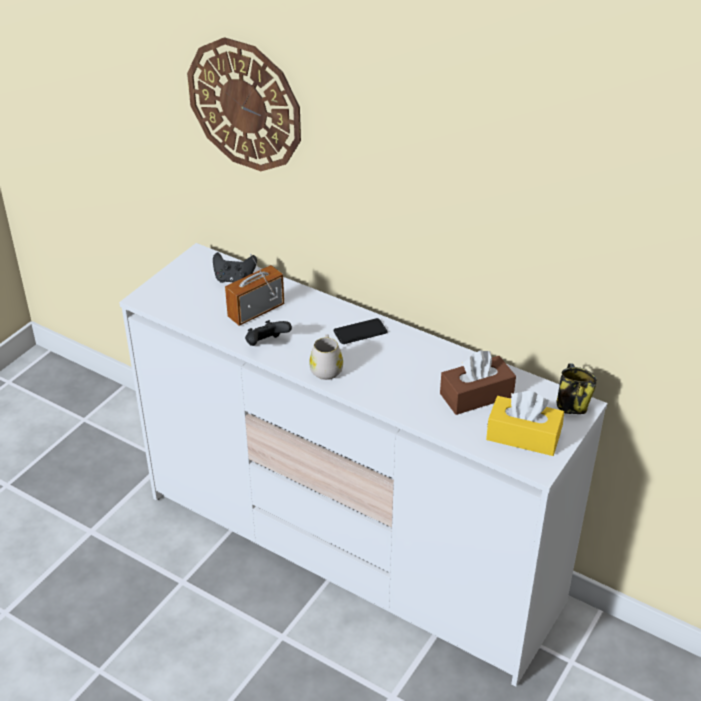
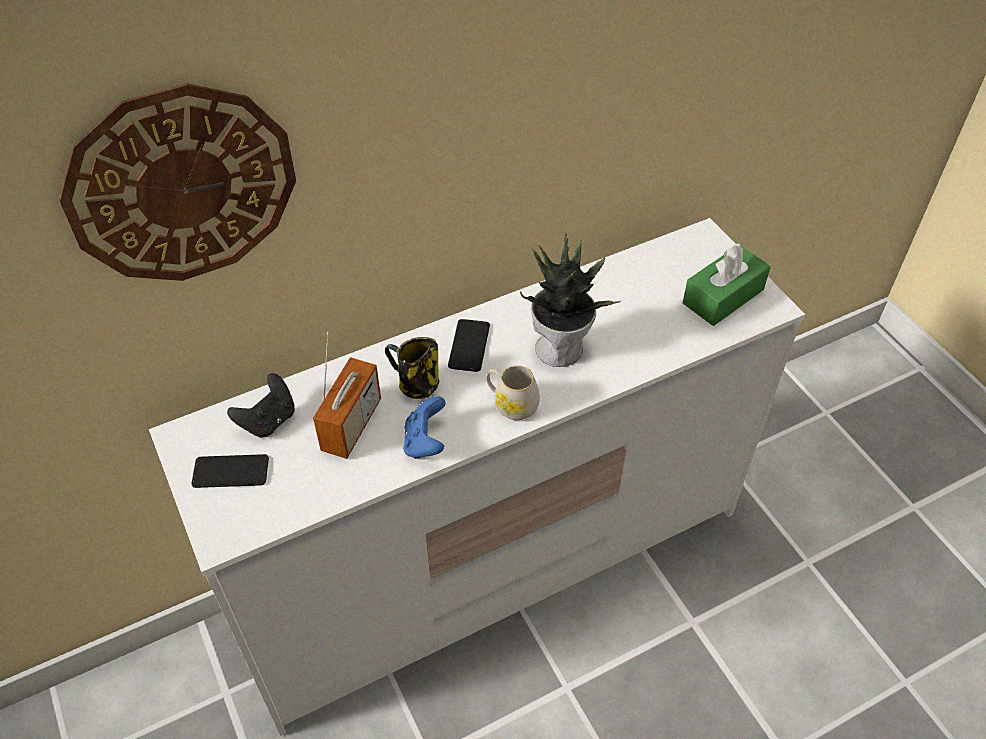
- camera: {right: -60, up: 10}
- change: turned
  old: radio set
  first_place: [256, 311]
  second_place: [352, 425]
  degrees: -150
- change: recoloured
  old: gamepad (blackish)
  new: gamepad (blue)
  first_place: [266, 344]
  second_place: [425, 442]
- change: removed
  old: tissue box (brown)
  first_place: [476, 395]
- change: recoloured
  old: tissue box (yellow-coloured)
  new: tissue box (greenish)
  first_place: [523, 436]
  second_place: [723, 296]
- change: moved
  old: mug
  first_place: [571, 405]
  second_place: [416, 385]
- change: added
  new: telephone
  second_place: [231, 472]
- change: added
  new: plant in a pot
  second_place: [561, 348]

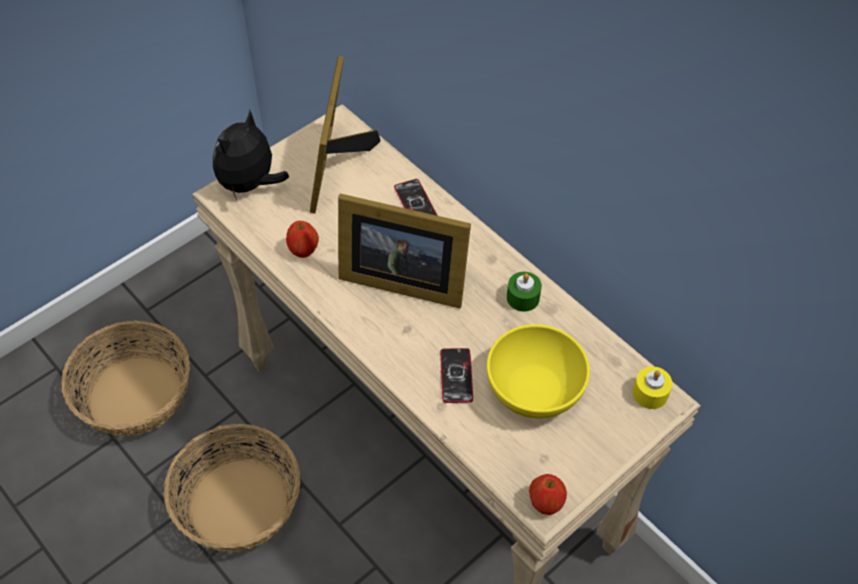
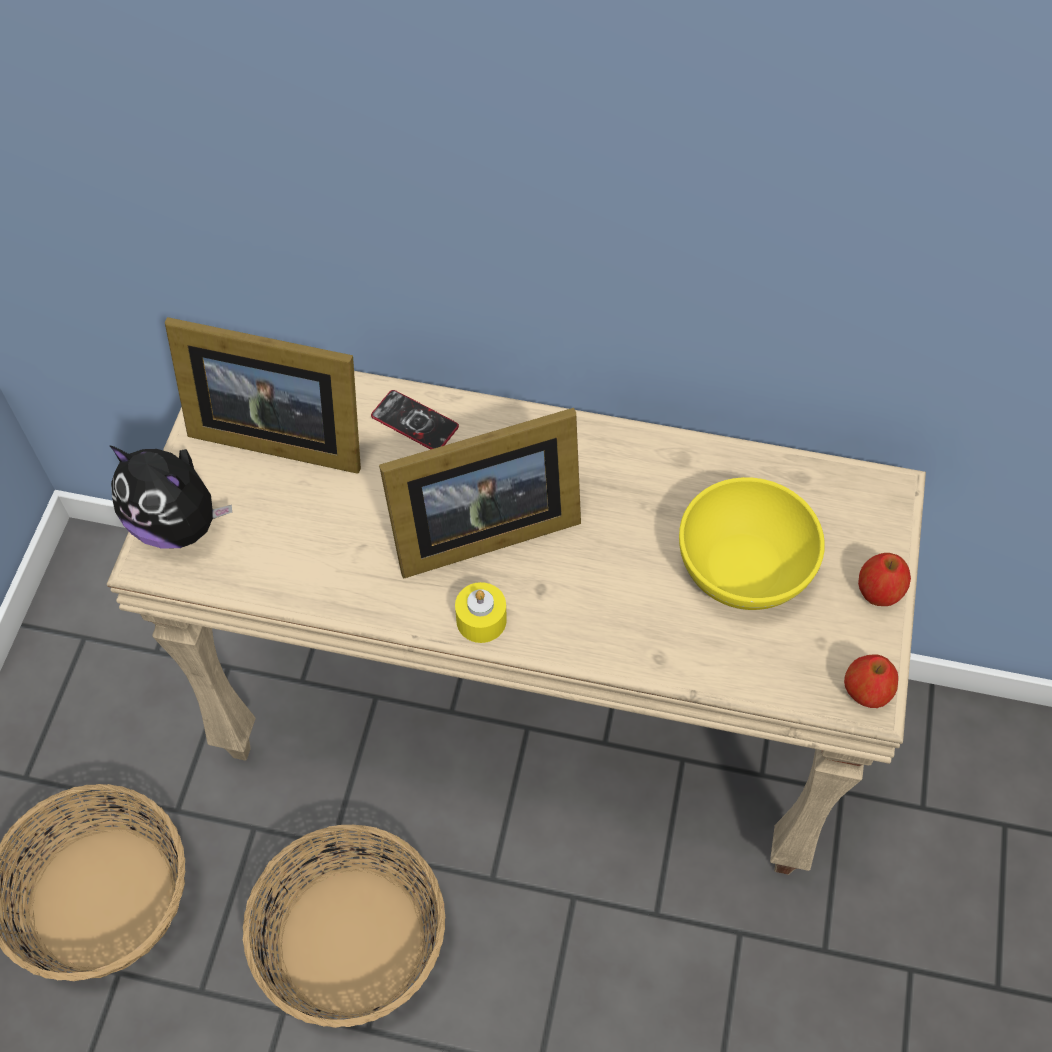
- camera: {right: -35, up: 5}
- change: turned
  old: soft toy
  first_place: [250, 184]
  second_place: [178, 524]
  degrees: -60
- change: moved
  old: apple fruit
  first_place: [303, 250]
  second_place: [878, 592]
- change: turned
  old: picture frame
  first_place: [337, 167]
  second_place: [275, 432]
  degrees: -45
- change: removed
  old: telephone
  first_place: [456, 376]
- change: removed
  old: candle (greenish)
  first_place: [523, 297]
- change: moved
  old: candle (yellow-coloured)
  first_place: [650, 393]
  second_place: [481, 620]

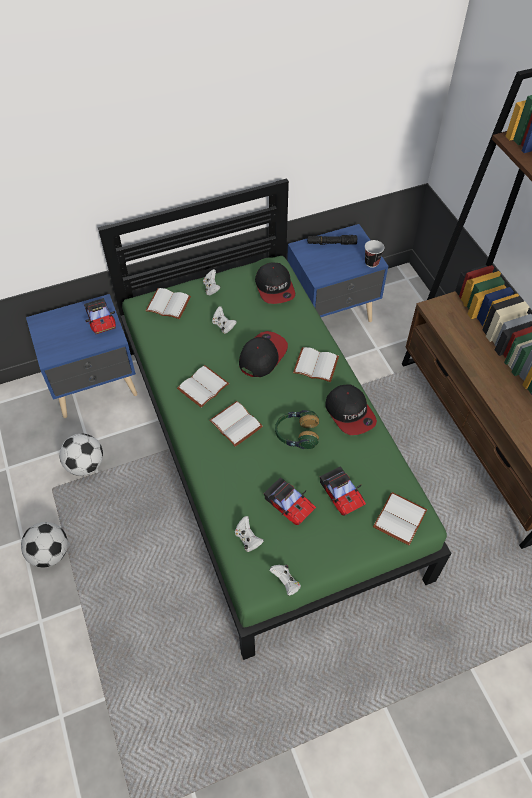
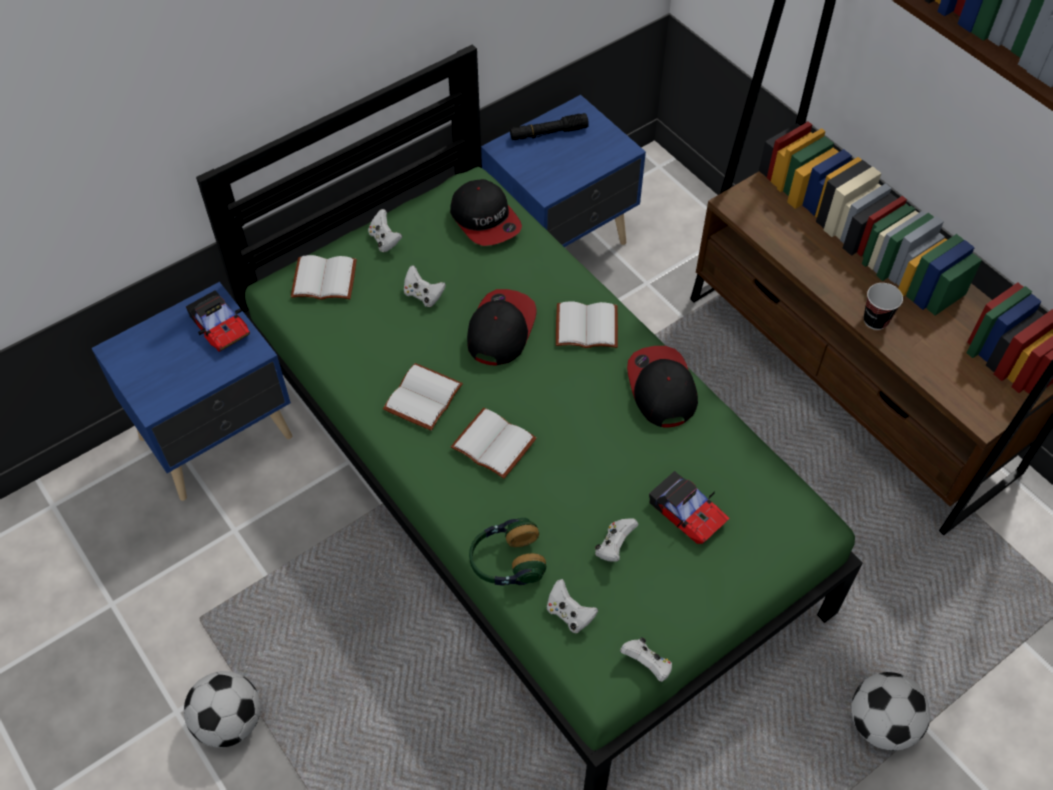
- camera: {right: -15, up: 0}
- change: moved
  old: football ball
  first_place: [85, 465]
  second_place: [881, 724]
- change: replaced
  old: model car
  new: gamepad (whitish)
  first_place: [289, 504]
  second_place: [614, 546]
- change: moved
  old: headset
  first_place: [296, 434]
  second_place: [506, 562]
- change: turned
  old: peaked cap
  first_place: [350, 413]
  second_place: [661, 388]
  degrees: -150
- change: moved
  old: cup
  first_place: [371, 262]
  second_place: [875, 320]
- change: removed
  old: bound book (whitish)
  first_place: [398, 517]

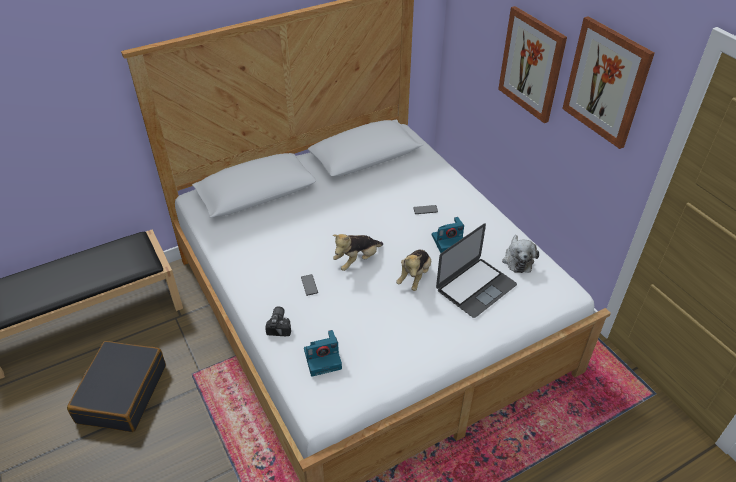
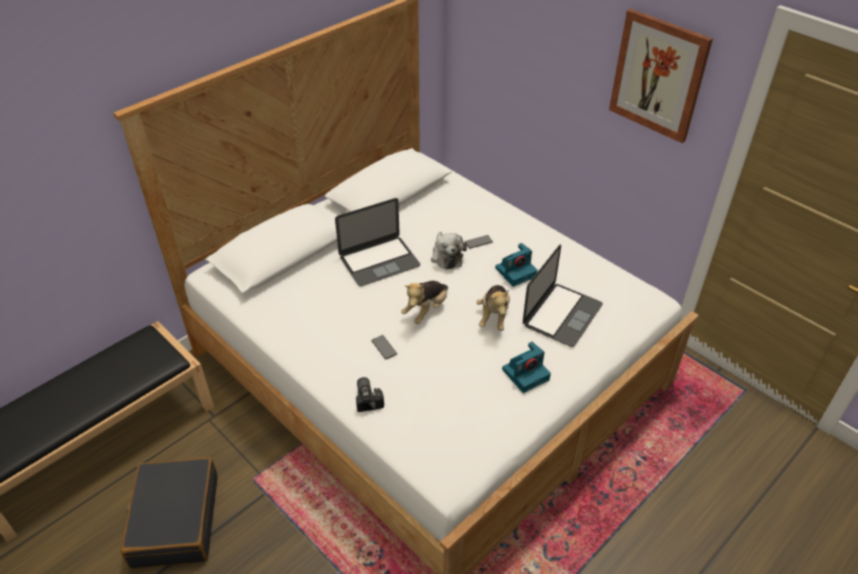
- camera: {right: -15, up: 0}
- change: moved
  old: still camera
  first_place: [323, 358]
  second_place: [526, 373]
- change: removed
  old: wall picture
  first_place: [532, 64]
- change: moved
  old: soft toy
  first_place: [518, 259]
  second_place: [446, 256]
- change: added
  new: notebook computer
  second_place: [379, 261]

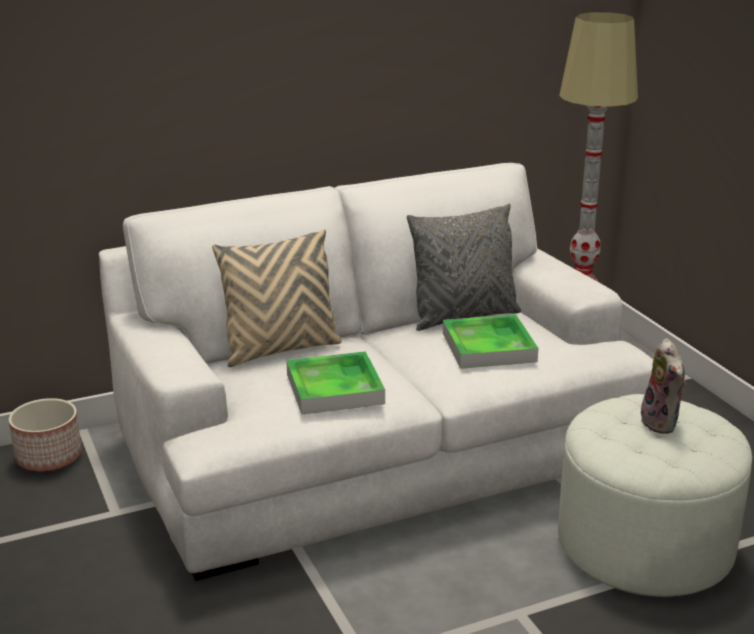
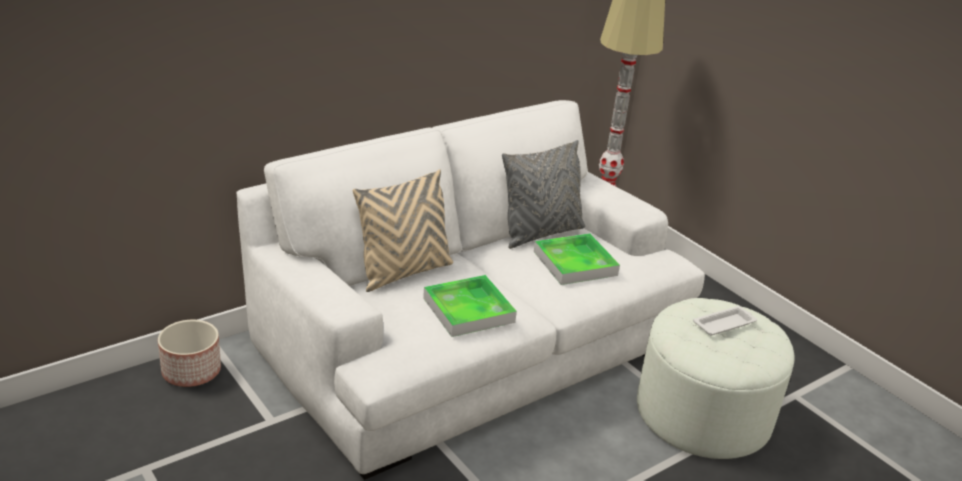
- camera: {right: -15, up: 5}
- change: replaced
  old: soft toy
  new: tray (whitish)
  first_place: [662, 423]
  second_place: [725, 324]

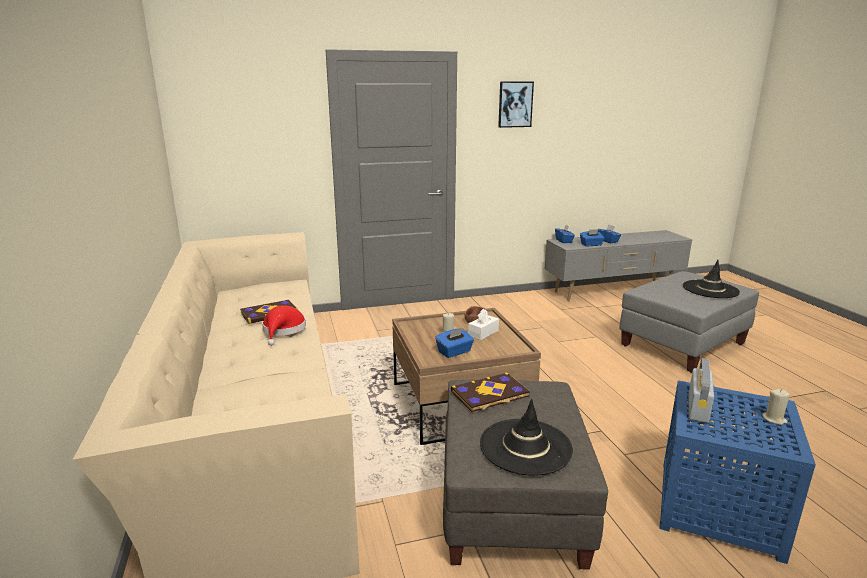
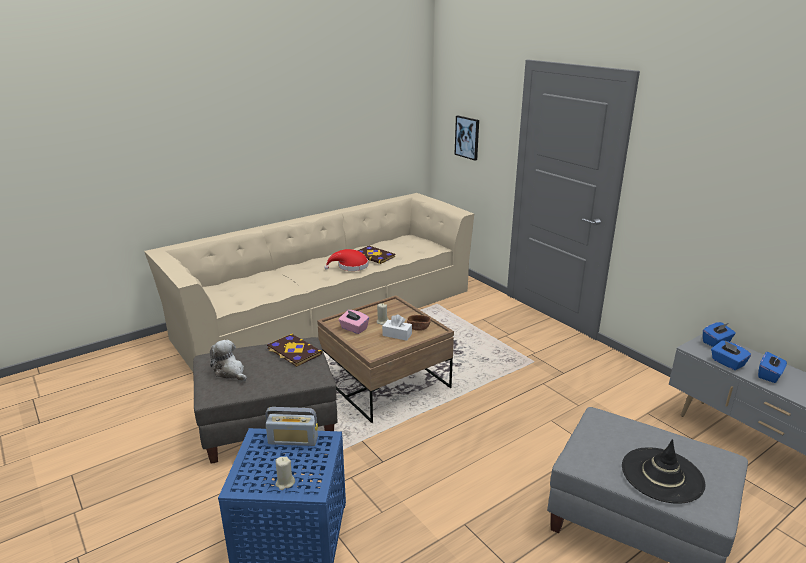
- camera: {right: 70, up: 5}
- change: recoloured
  old: tissue box (blue)
  new: tissue box (pink)
  first_place: [454, 352]
  second_place: [354, 329]
- change: replaced
  old: wearable hat (blackish)
  new: soft toy
  first_place: [525, 446]
  second_place: [230, 372]
- change: moved
  old: wall picture
  first_place: [515, 104]
  second_place: [467, 137]

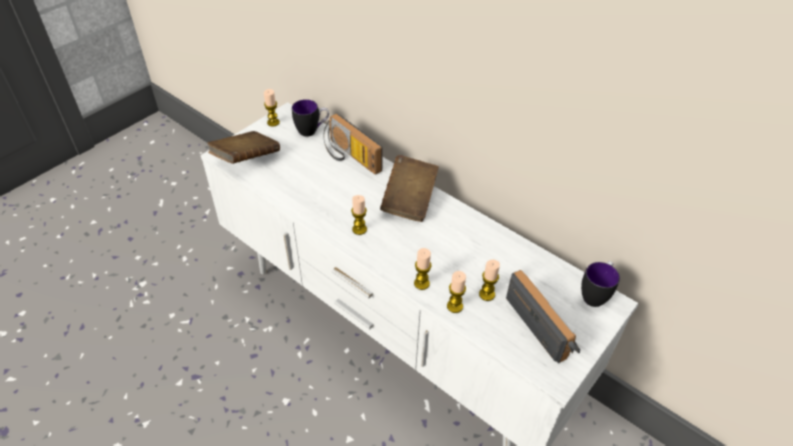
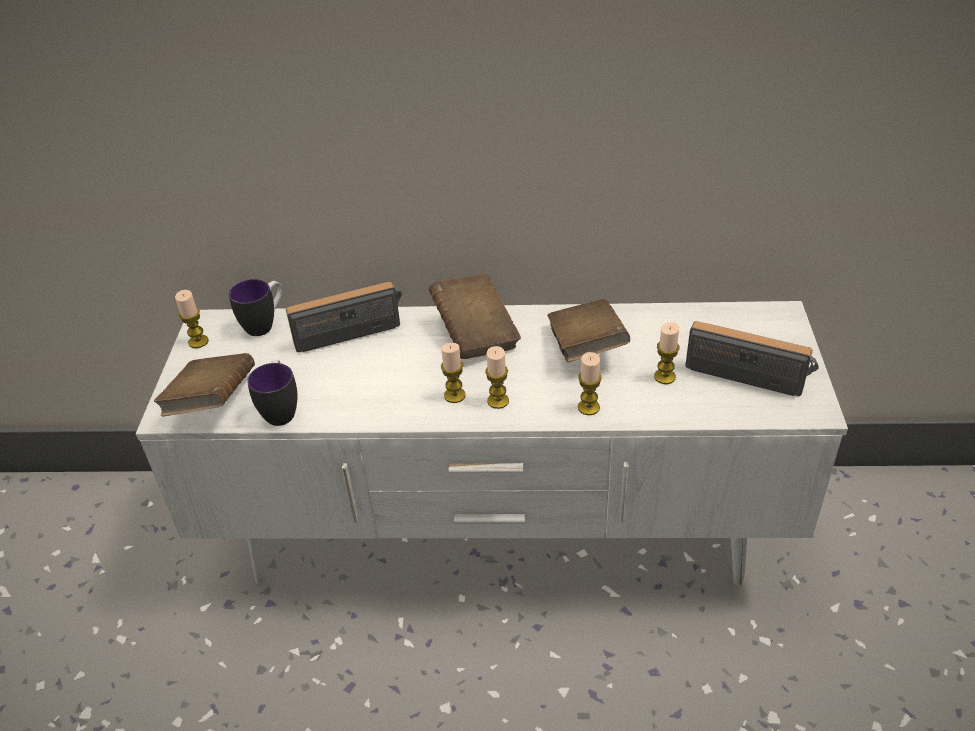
- camera: {right: -35, up: -5}
- change: turned
  old: radio set
  first_place: [349, 157]
  second_place: [349, 328]
  degrees: 150
- change: moved
  old: candle
  first_place: [454, 306]
  second_place: [498, 401]
- change: moved
  old: mug
  first_place: [595, 294]
  second_place: [281, 410]
- change: added
  new: bound book (brown)
  second_place: [586, 348]

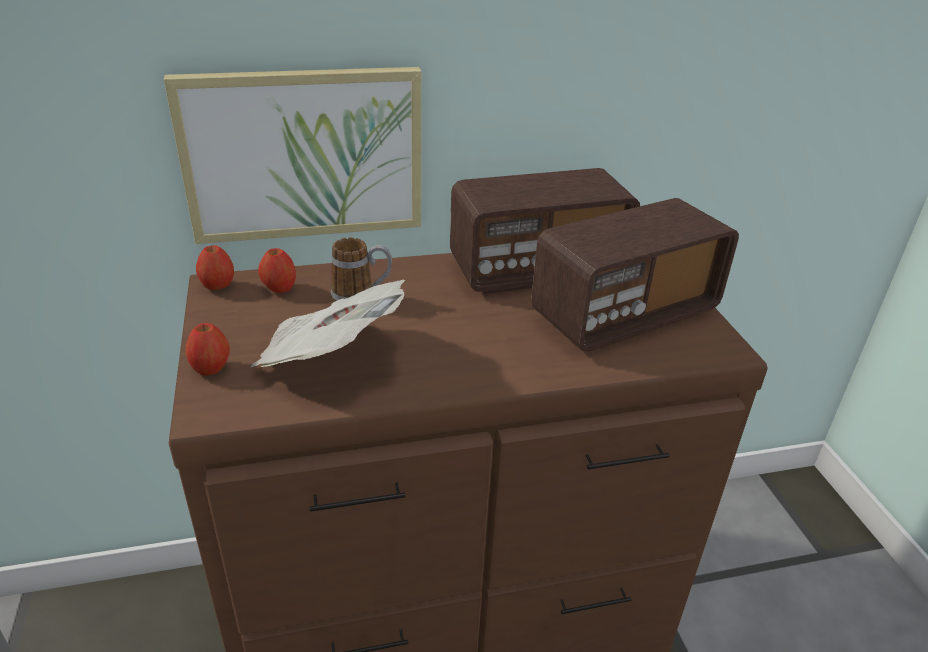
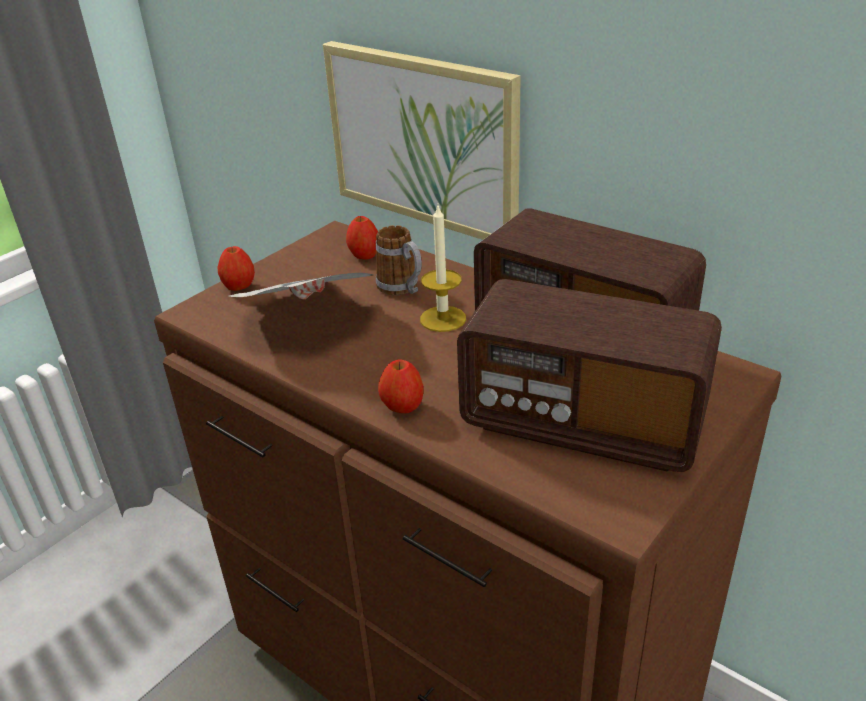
- camera: {right: 55, up: 0}
- change: moved
  old: apple fruit
  first_place: [217, 286]
  second_place: [402, 407]
- change: added
  new: candle
  second_place: [443, 319]

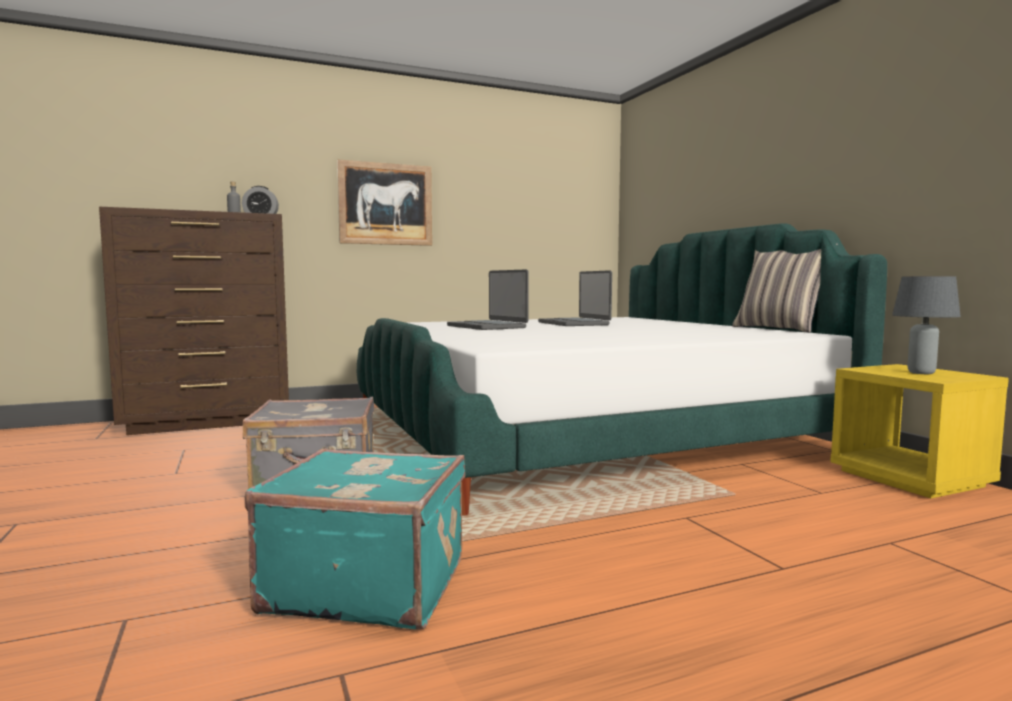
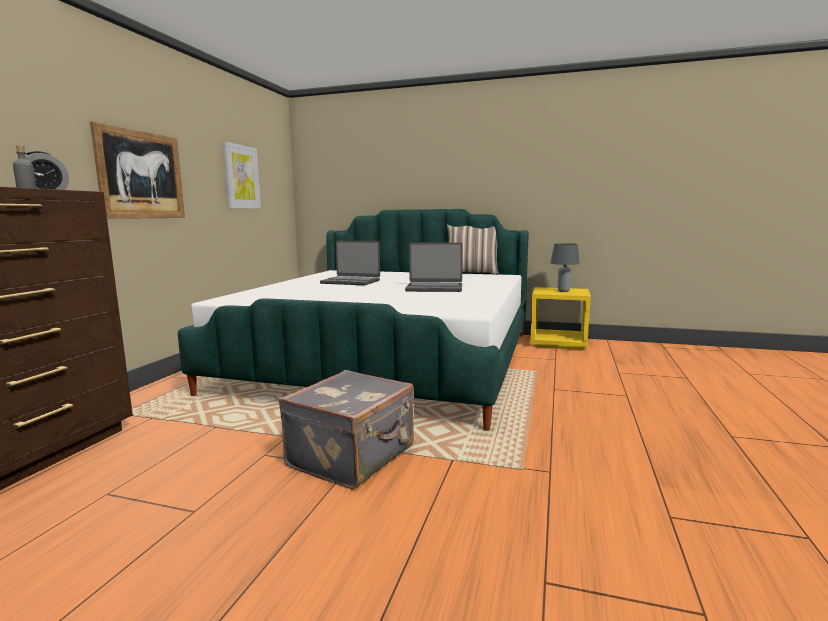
- camera: {right: -50, up: 5}
- change: removed
  old: piece of luggage (turquoise-coloured)
  first_place: [367, 584]
- change: moved
  old: notebook computer
  first_place: [487, 327]
  second_place: [434, 288]
- change: added
  new: wall picture
  second_place: [241, 177]

